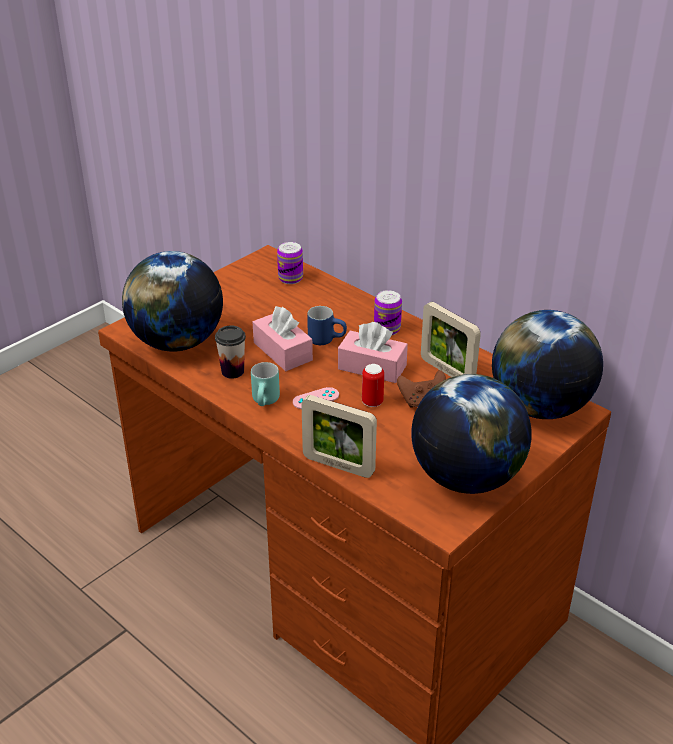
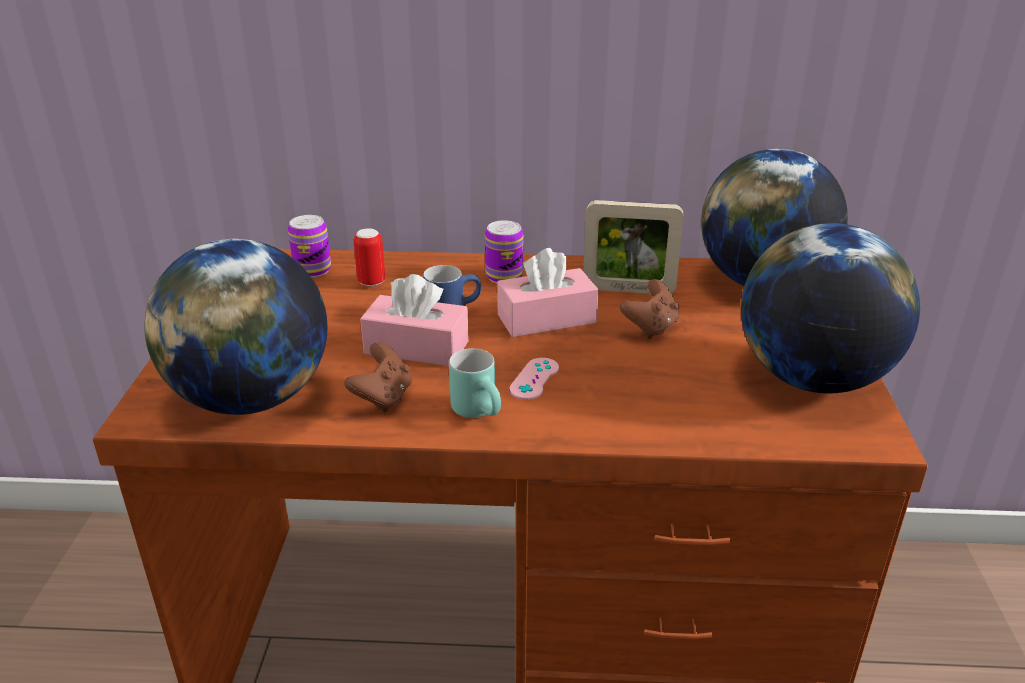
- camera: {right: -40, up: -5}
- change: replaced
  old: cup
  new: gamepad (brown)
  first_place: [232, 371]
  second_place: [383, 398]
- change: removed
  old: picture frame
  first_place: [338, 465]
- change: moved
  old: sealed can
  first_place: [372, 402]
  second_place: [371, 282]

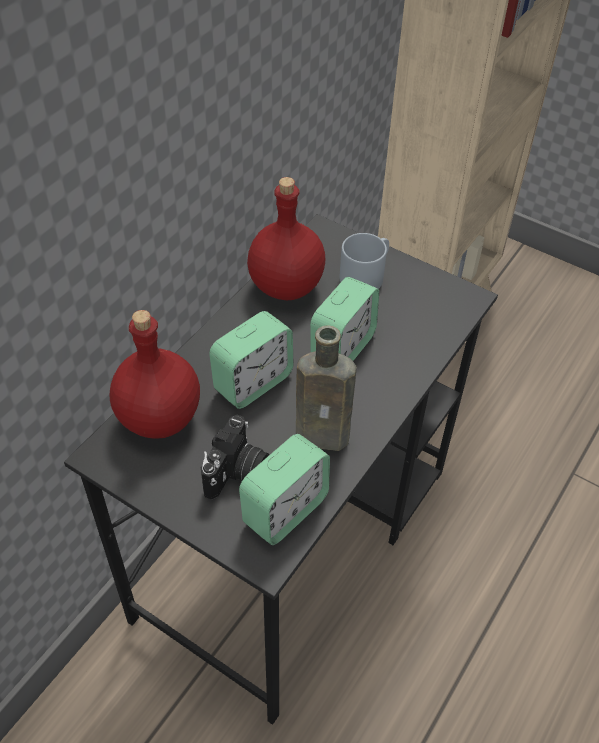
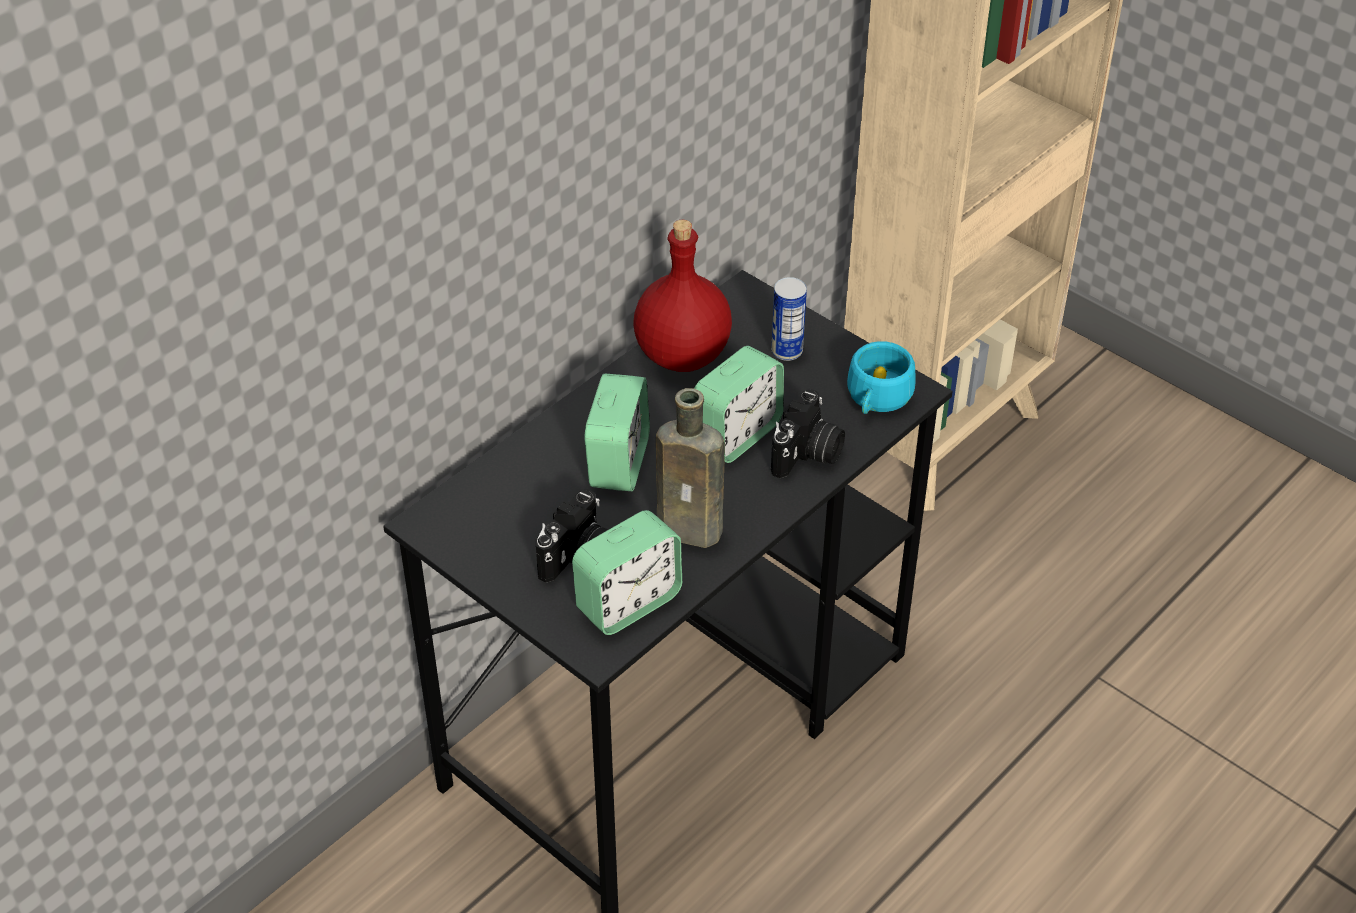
- camera: {right: 10, up: -5}
- change: removed
  old: beverage bottle (red-coloured)
  first_place: [158, 419]
- change: turned
  old: table clock
  first_place: [253, 382]
  second_place: [618, 463]
  degrees: -45
- change: replaced
  old: mug (grey)
  new: sealed can
  first_place: [365, 275]
  second_place: [787, 351]
- change: added
  new: still camera
  second_place: [807, 454]
- change: added
  new: cup (turquoise-coloured)
  second_place: [877, 398]

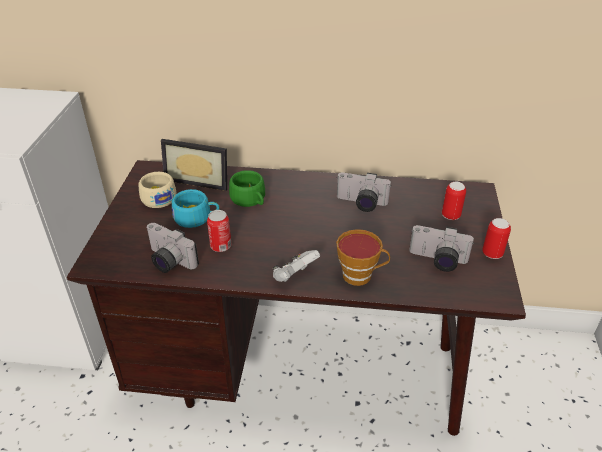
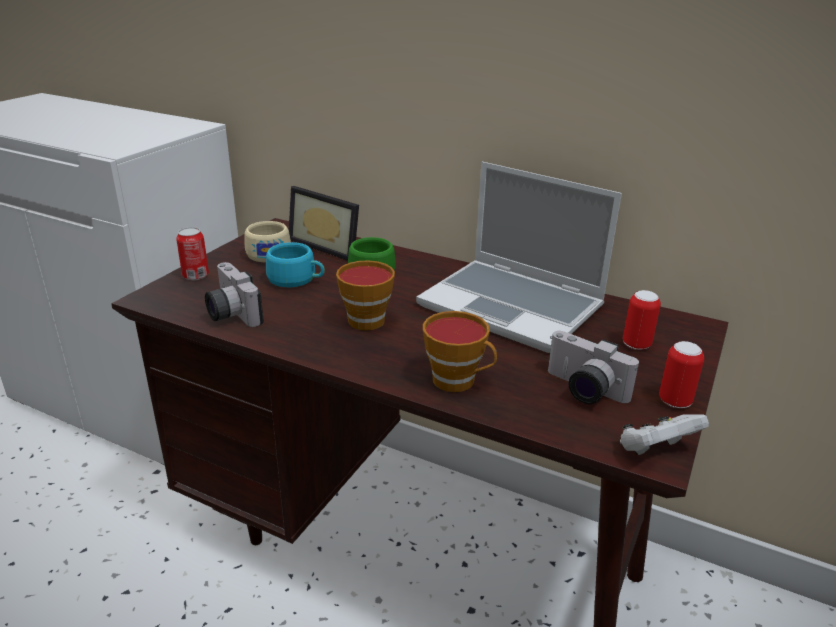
- camera: {right: 20, up: -10}
- change: moved
  old: sealed can
  first_place: [221, 246]
  second_place: [195, 276]
- change: moved
  old: gamepad (whitish)
  first_place: [294, 276]
  second_place: [656, 450]
- change: replaced
  old: still camera
  new: notebook computer
  first_place: [360, 204]
  second_place: [513, 306]
- change: added
  new: cup
  second_place: [366, 318]

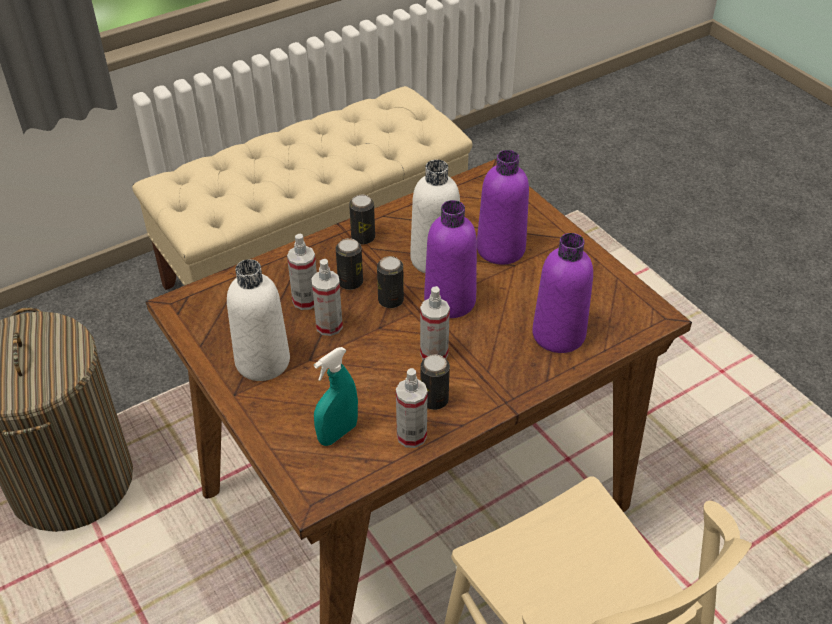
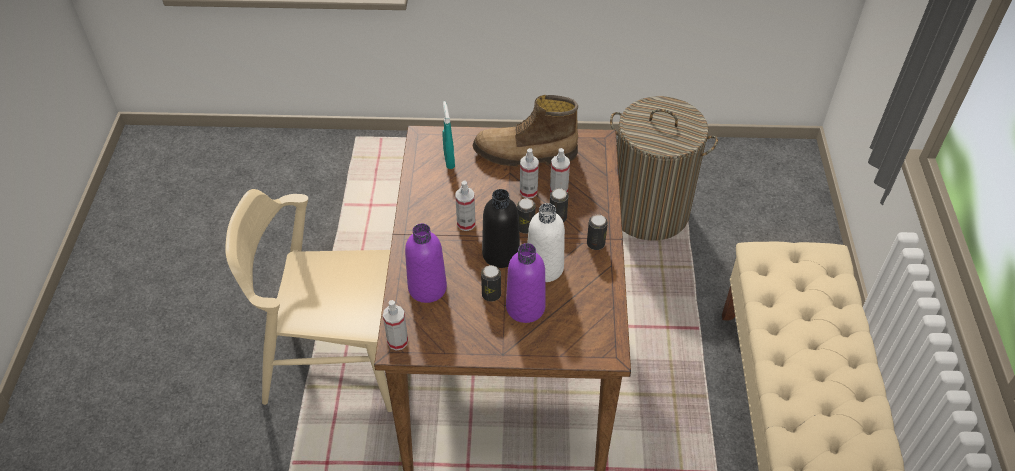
- camera: {right: 125, up: 5}
- change: replaced
  old: beverage bottle (whitish)
  new: boot
  first_place: [262, 361]
  second_place: [525, 154]
- change: moved
  old: sprayer
  first_place: [411, 436]
  second_place: [397, 341]
- change: moved
  old: sealed can
  first_place: [434, 400]
  second_place: [491, 294]
- change: recoloured
  old: beverage bottle (purplish)
  new: beverage bottle (blackish)
  first_place: [450, 301]
  second_place: [501, 254]

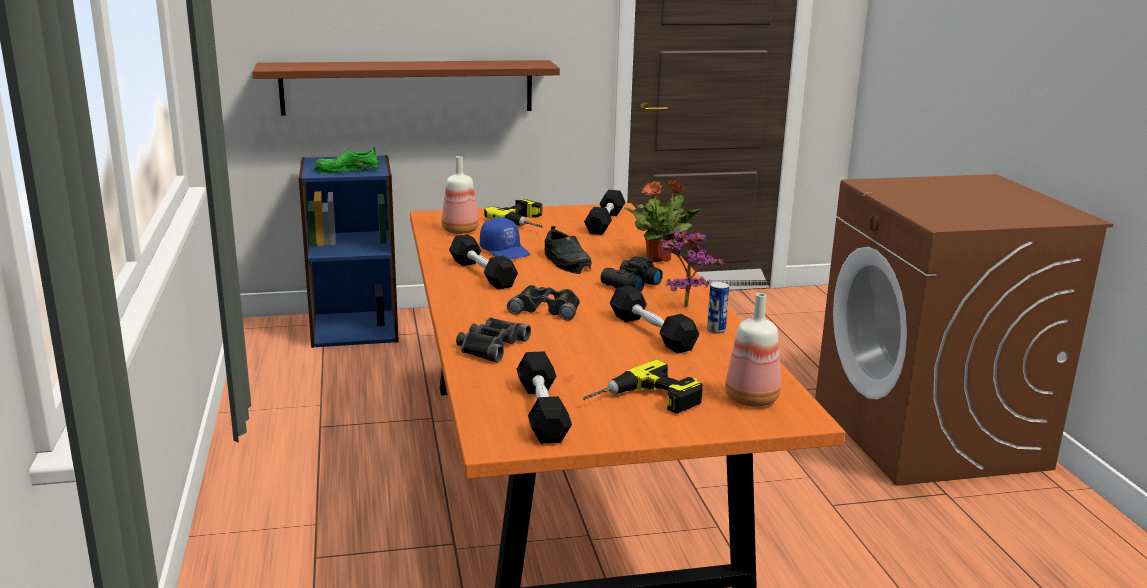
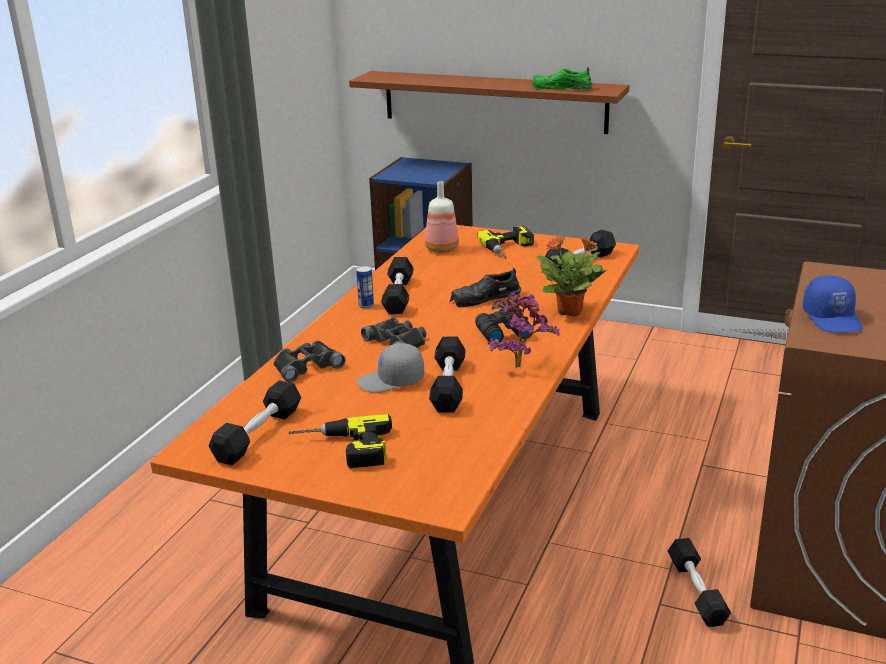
- camera: {right: 35, up: 5}
- change: moved
  old: item of footwear (greenish)
  first_place: [346, 170]
  second_place: [560, 88]
- change: moved
  old: peaked cap (blue)
  first_place: [505, 251]
  second_place: [833, 319]
- change: turned
  old: item of footwear (blackish)
  first_place: [567, 261]
  second_place: [484, 298]
  degrees: 60
- change: moved
  old: sealed can
  first_place: [716, 330]
  second_place: [366, 305]
- change: removed
  old: beverage bottle
  first_place: [751, 398]
- change: added
  new: peaked cap (grey)
  second_place: [391, 381]
- change: added
  new: dumbbell (blackish)
  second_place: [696, 592]

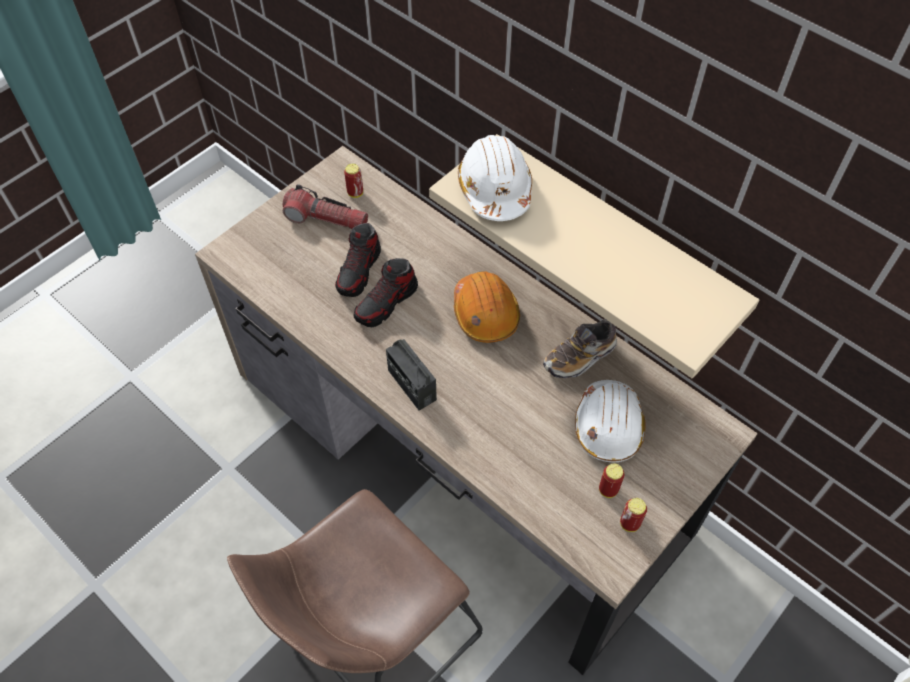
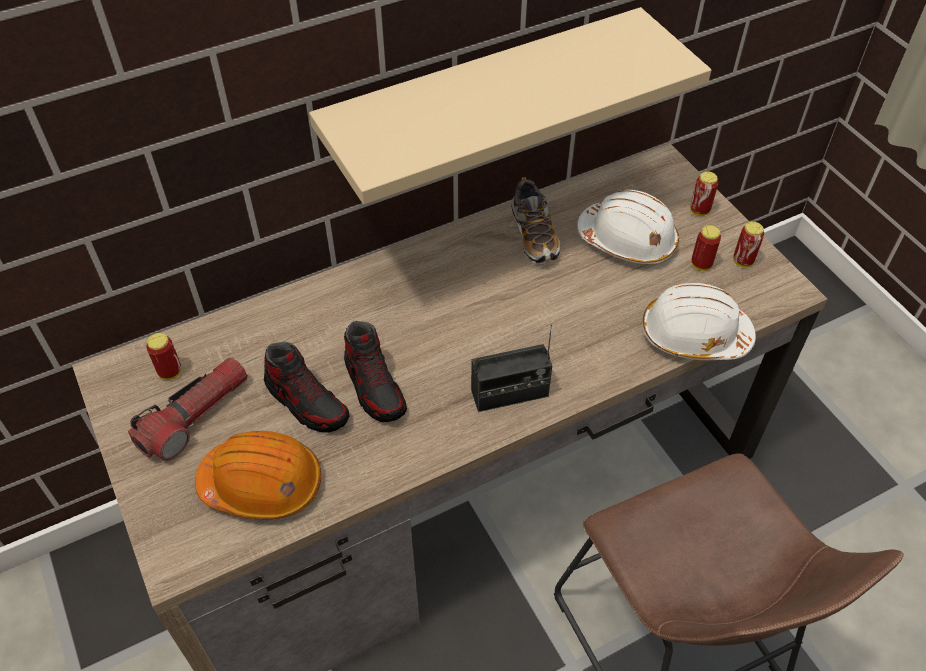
- camera: {right: -70, up: -5}
- change: moved
  old: work helmet (orange-coloured)
  first_place: [485, 313]
  second_place: [262, 484]
- change: moved
  old: work helmet (whitish)
  first_place: [495, 189]
  second_place: [694, 335]
- change: added
  new: sealed can
  second_place: [699, 210]

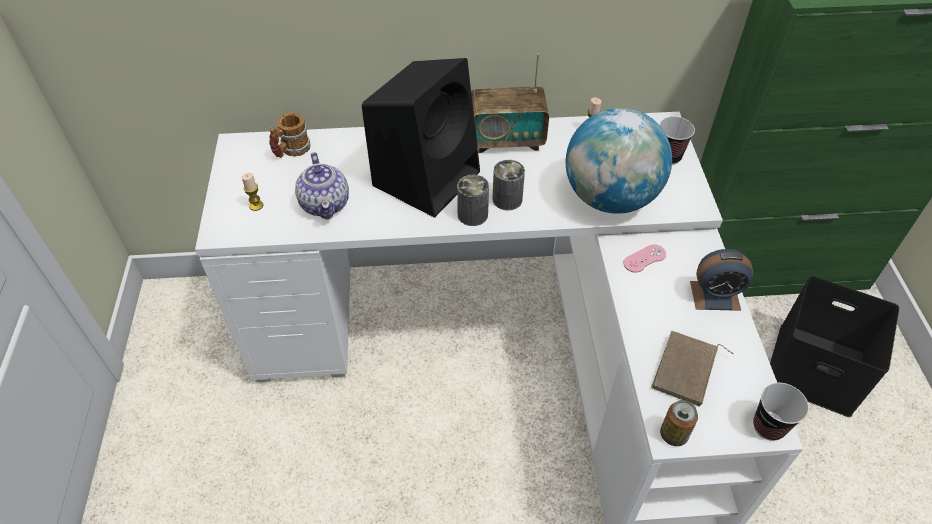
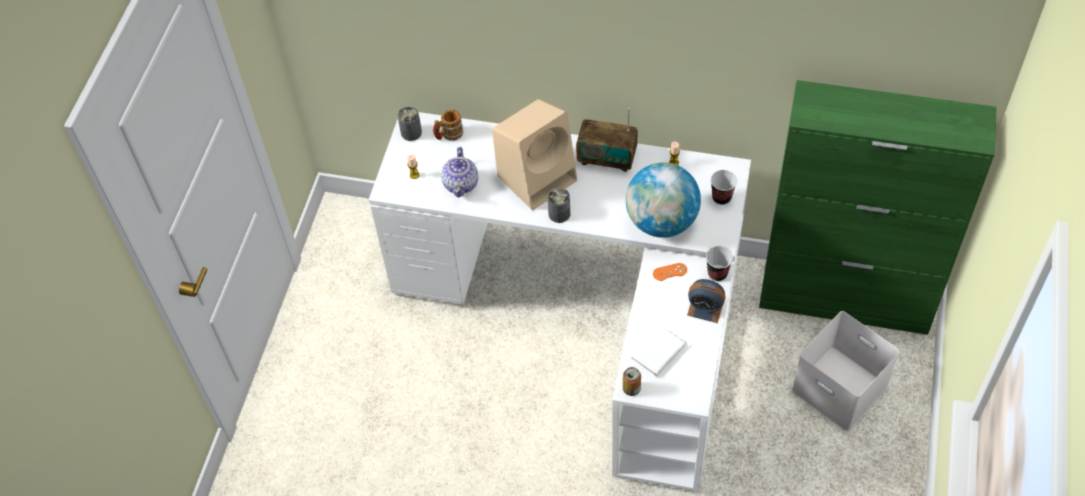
- camera: {right: 20, up: 5}
- change: recoloured
  old: loudspeaker (blackish)
  new: loudspeaker (beige)
  first_place: [427, 176]
  second_place: [538, 177]
- change: moved
  old: sealed can
  first_place: [507, 199]
  second_place: [411, 132]
- change: recoloured
  old: gamepad (pink)
  new: gamepad (orange-coloured)
  first_place: [644, 258]
  second_place: [669, 272]
- change: recoloured
  old: bound book (brown)
  new: bound book (whitish)
  first_place: [687, 371]
  second_place: [659, 353]
- change: moved
  old: cup
  first_place: [768, 426]
  second_place: [717, 273]
- change: recoloured
  old: storage bin (blackish)
  new: storage bin (whitish)
  first_place: [817, 368]
  second_place: [842, 388]

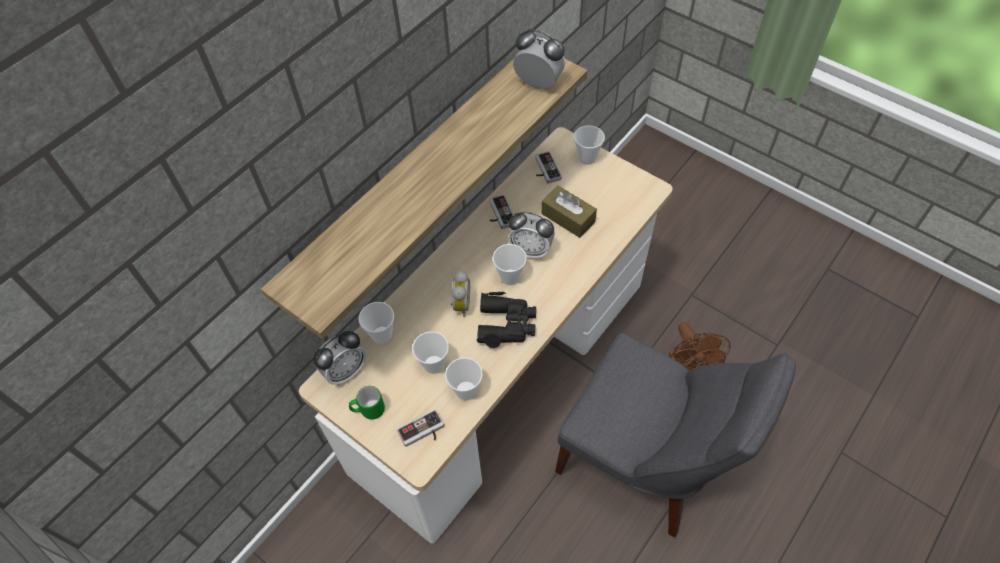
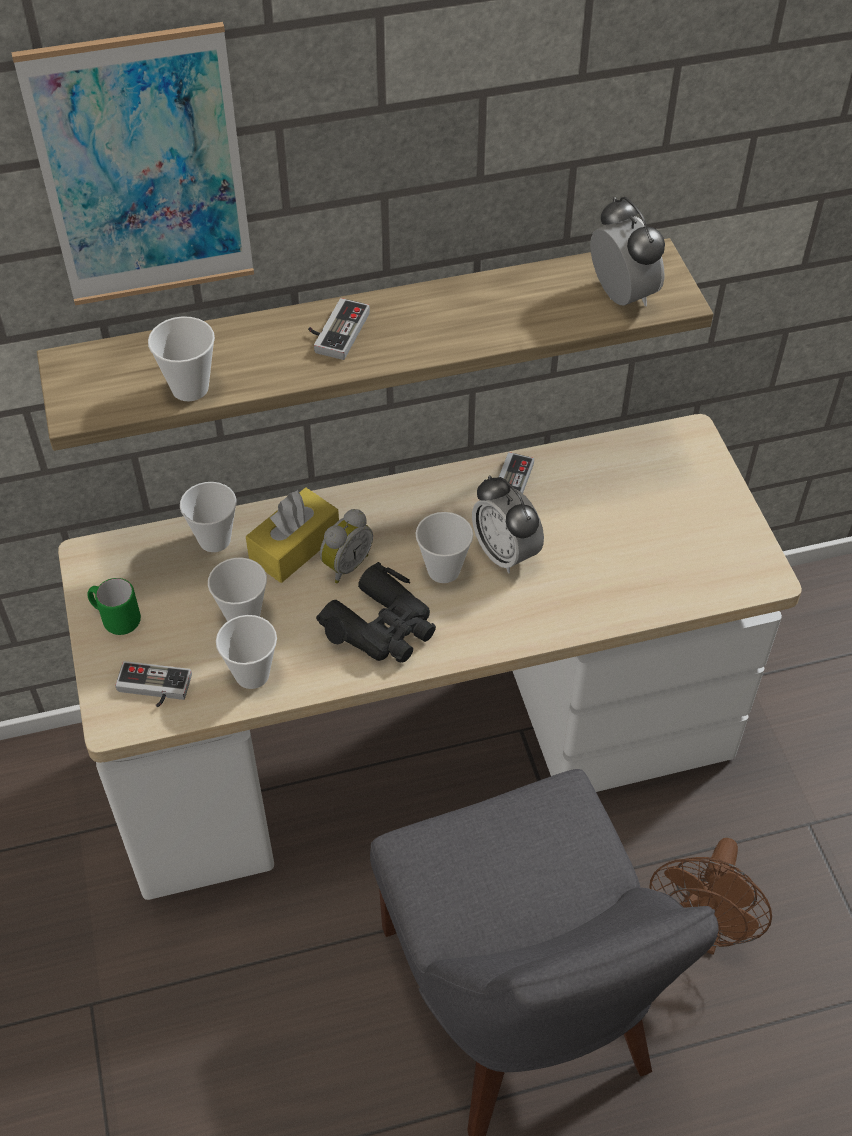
- camera: {right: 35, up: -5}
- change: removed
  old: table clock
  first_place: [345, 371]
- change: moved
  old: gamepad
  first_place: [544, 170]
  second_place: [335, 331]
- change: removed
  old: tissue box (brown)
  first_place: [568, 218]
- change: moved
  old: cup
  first_place: [587, 158]
  second_place: [190, 388]
- change: added
  new: wall picture
  second_place: [143, 171]
- change: added
  new: tissue box (yellow-coloured)
  second_place: [295, 546]

